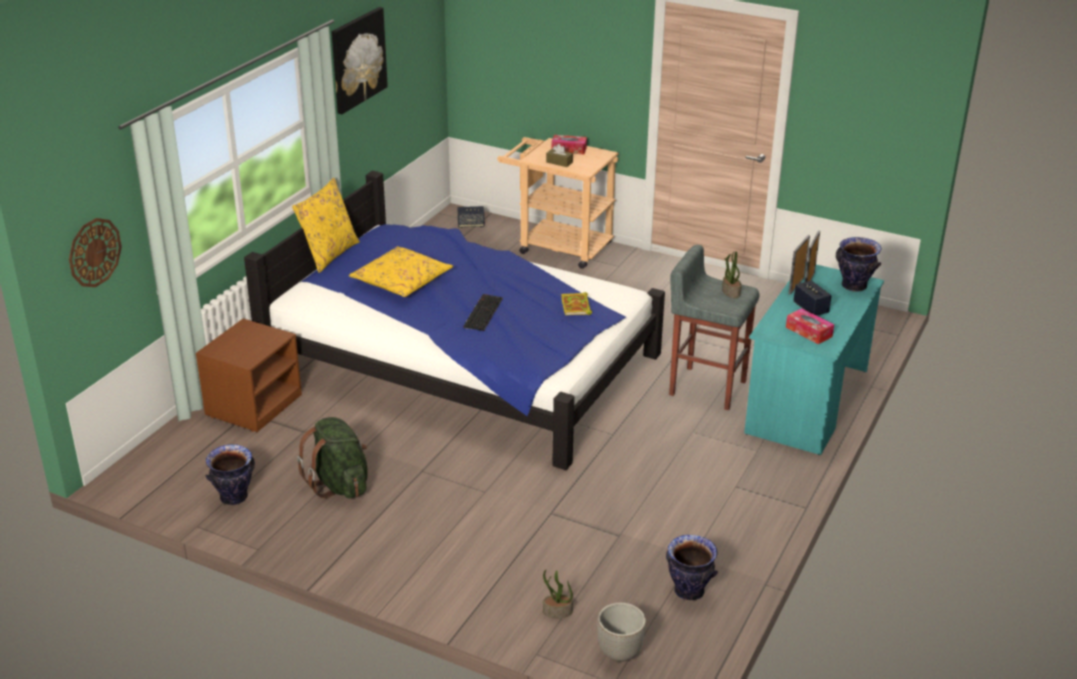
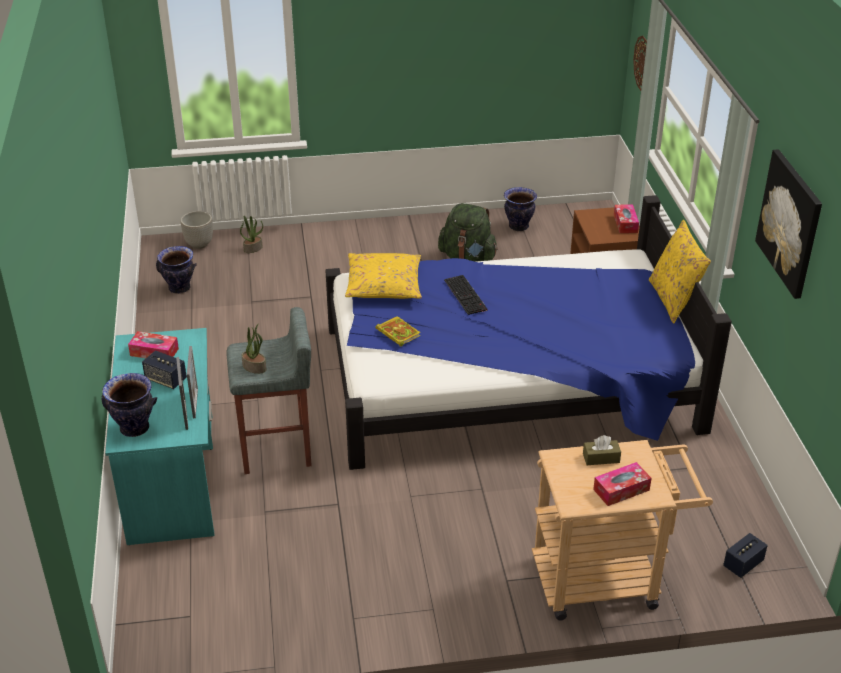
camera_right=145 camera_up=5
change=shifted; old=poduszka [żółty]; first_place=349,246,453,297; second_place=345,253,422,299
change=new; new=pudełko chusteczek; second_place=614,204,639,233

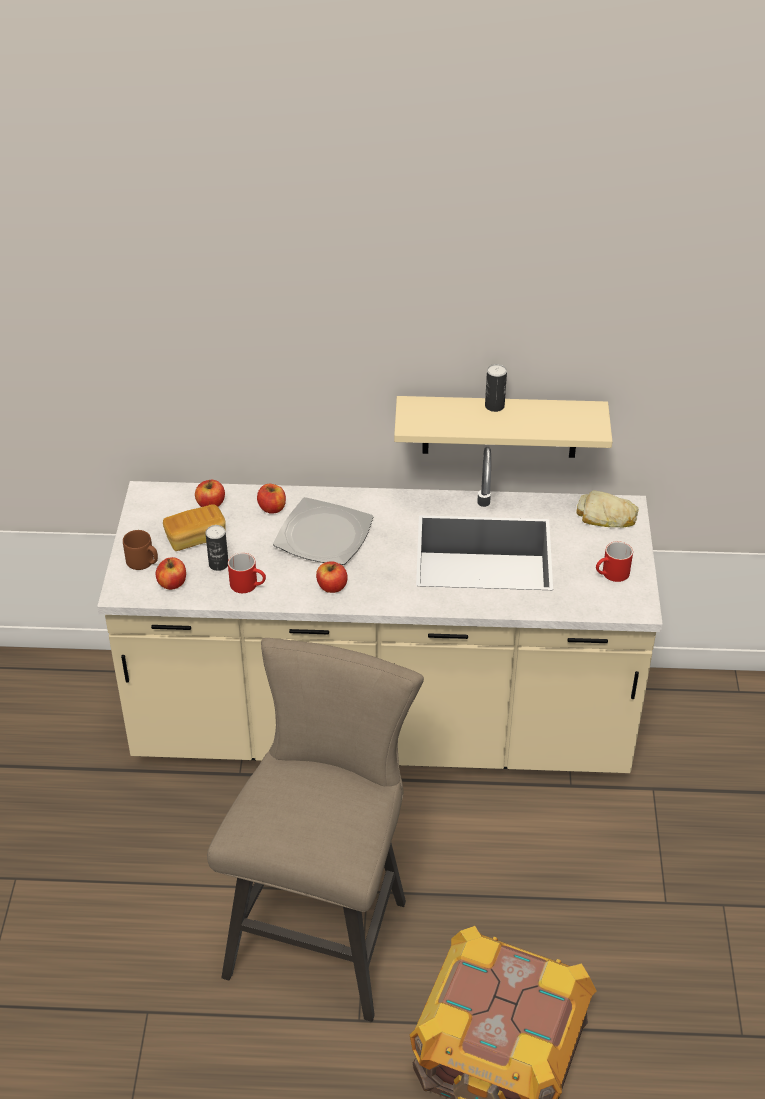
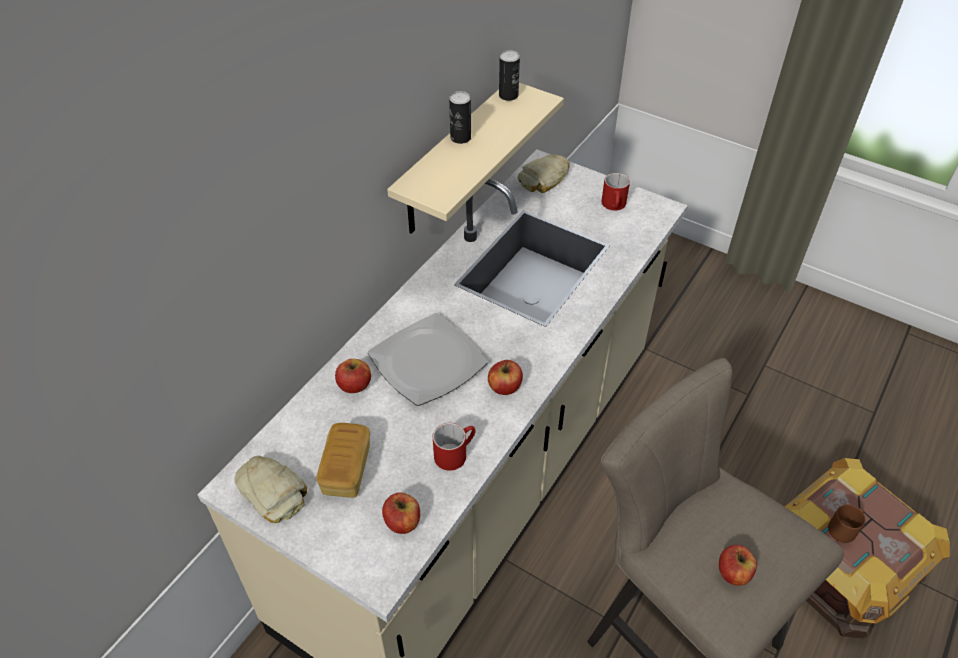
camera_right=-60 camera_up=5
change=shifted; old=kubek [brązowy]; first_place=123,530,158,570; second_place=828,504,865,543
change=shifted; old=jabłko; first_place=195,480,225,507; second_place=719,545,757,586
change=shifted; old=puszka; first_place=205,525,228,571; second_place=499,50,520,101
change=new; new=chleb; second_place=234,455,307,523

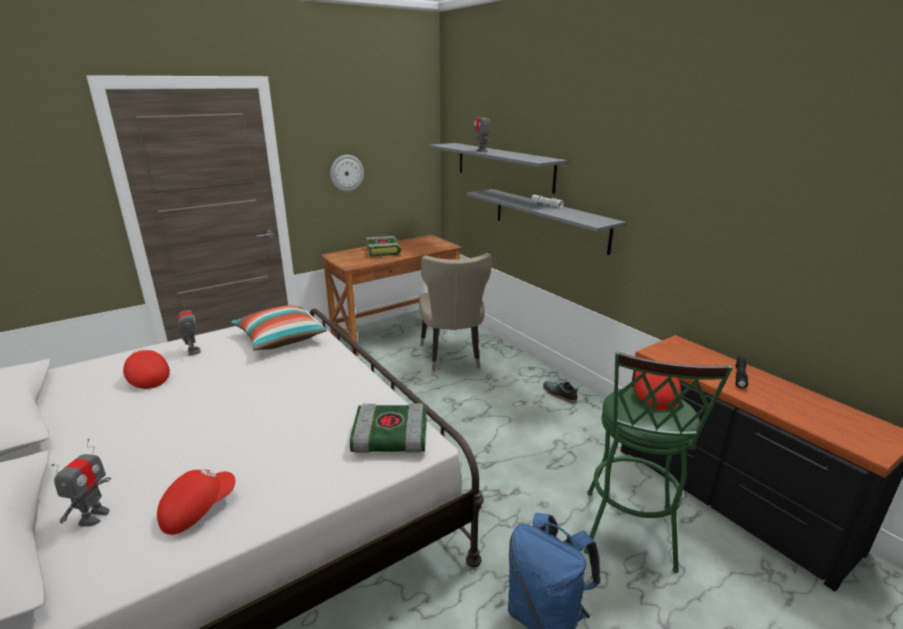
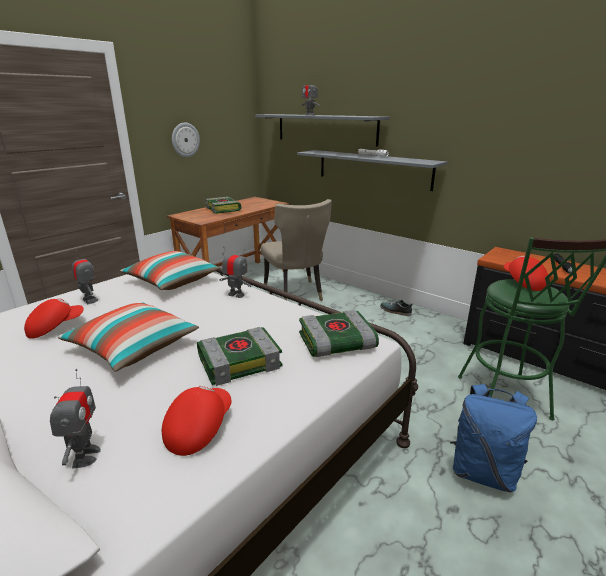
camera_right=-15 camera_up=0
change=rotated; old=czapka z daszkiem [czerwony]; first_place=123,350,170,389; second_place=24,298,84,339; degrees=105
change=new; new=poduszka; second_place=58,302,199,372
change=new; new=książka; second_place=197,327,282,386
change=new; new=robot zabawkowy; second_place=220,247,251,298

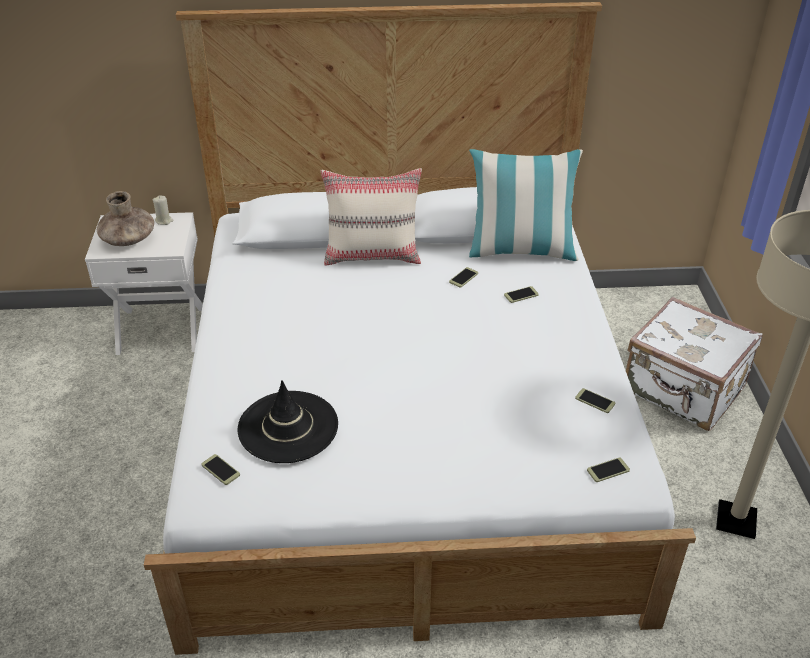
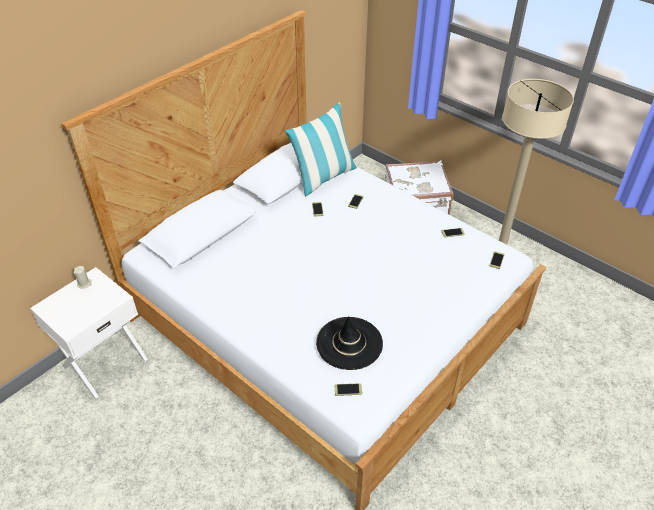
camera_right=-45 camera_up=5
change=gone; old=wazon [brązowy]; first_place=97,191,154,246
change=gone; old=poduszka [beżowy]; first_place=321,168,422,266

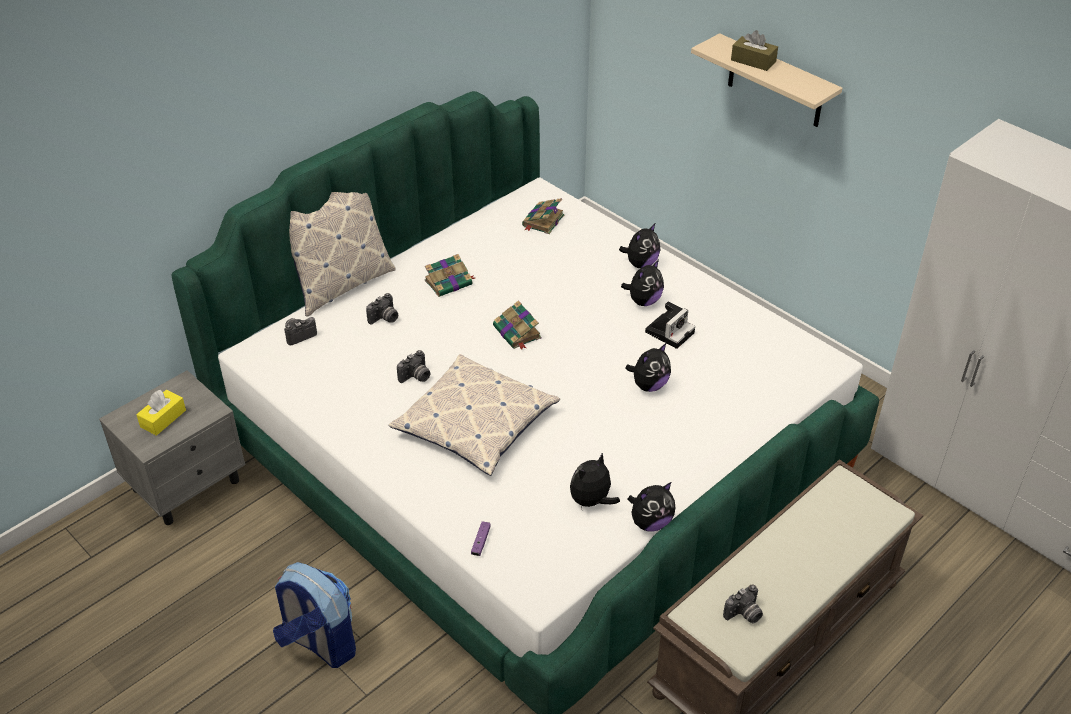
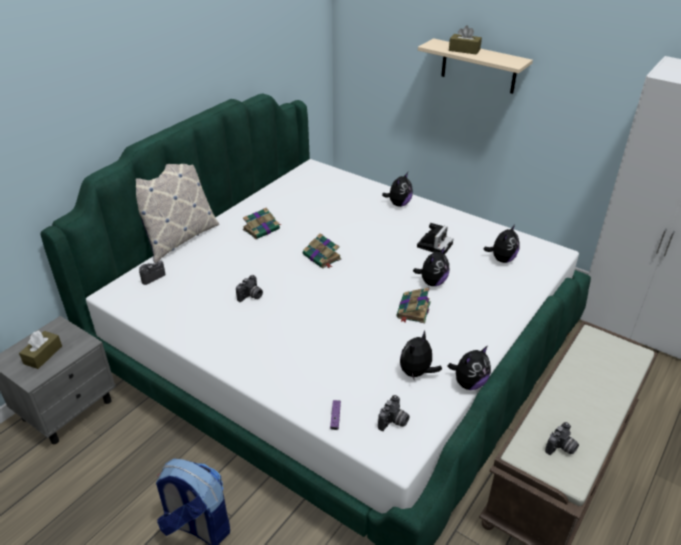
camera_right=-10 camera_up=-5
change=repainted; old=pudełko chusteczek [żółty]; new=pudełko chusteczek [brązowy]; first_place=136,390,186,436; second_place=19,330,62,369
change=shifted; old=aparat fotograficzny; first_place=366,293,398,325; second_place=378,395,410,431
change=gone; old=poduszka; first_place=389,354,560,476
change=shifted; old=książka; first_place=522,198,564,234; second_place=396,287,431,323
change=shifted; old=pluszak; first_place=621,260,664,306; second_place=483,225,520,263

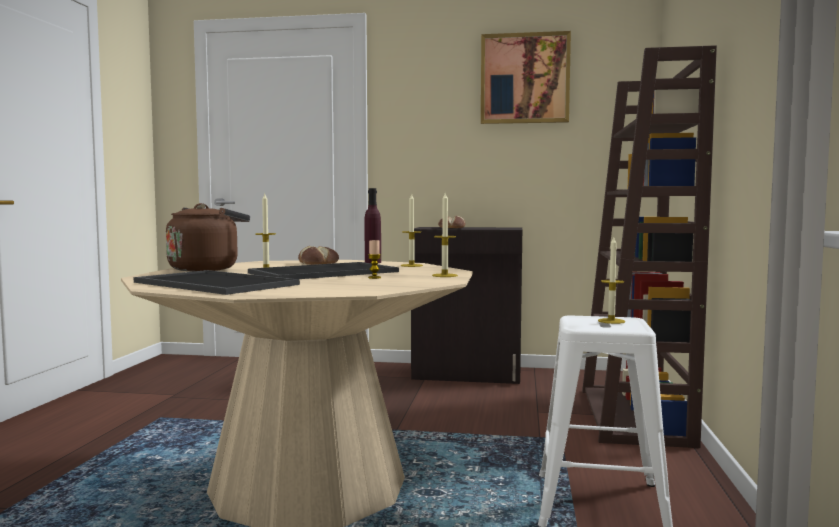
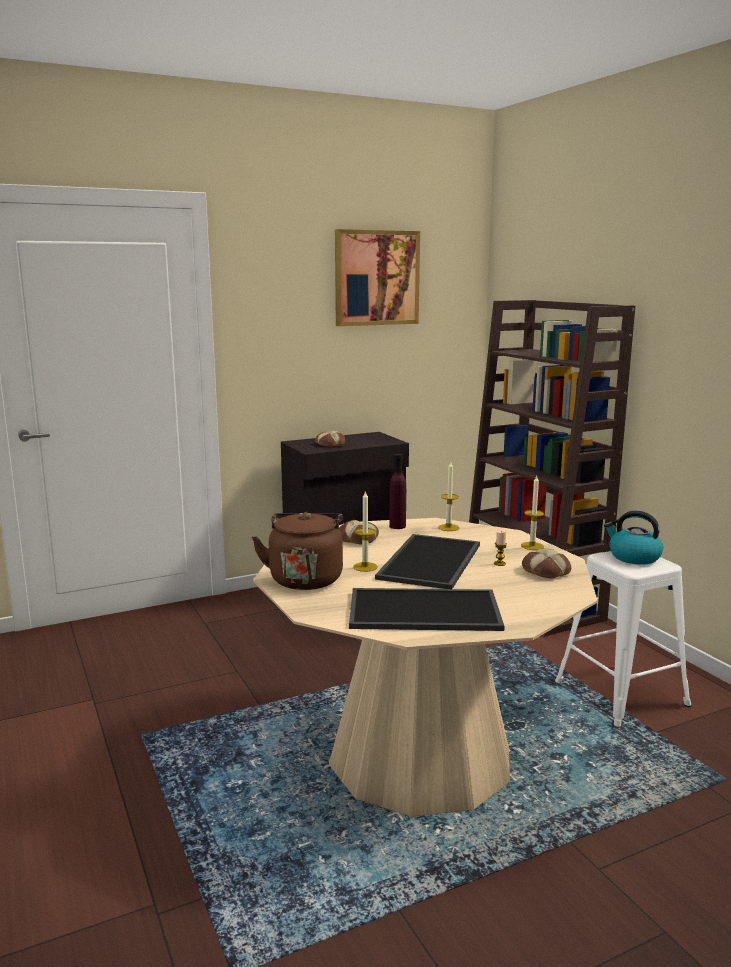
camera_right=-35 camera_up=10
change=swapped; old=świeca; new=czajnik; first_place=598,237,625,324; second_place=604,511,663,565
change=new; new=chleb; second_place=522,548,571,578

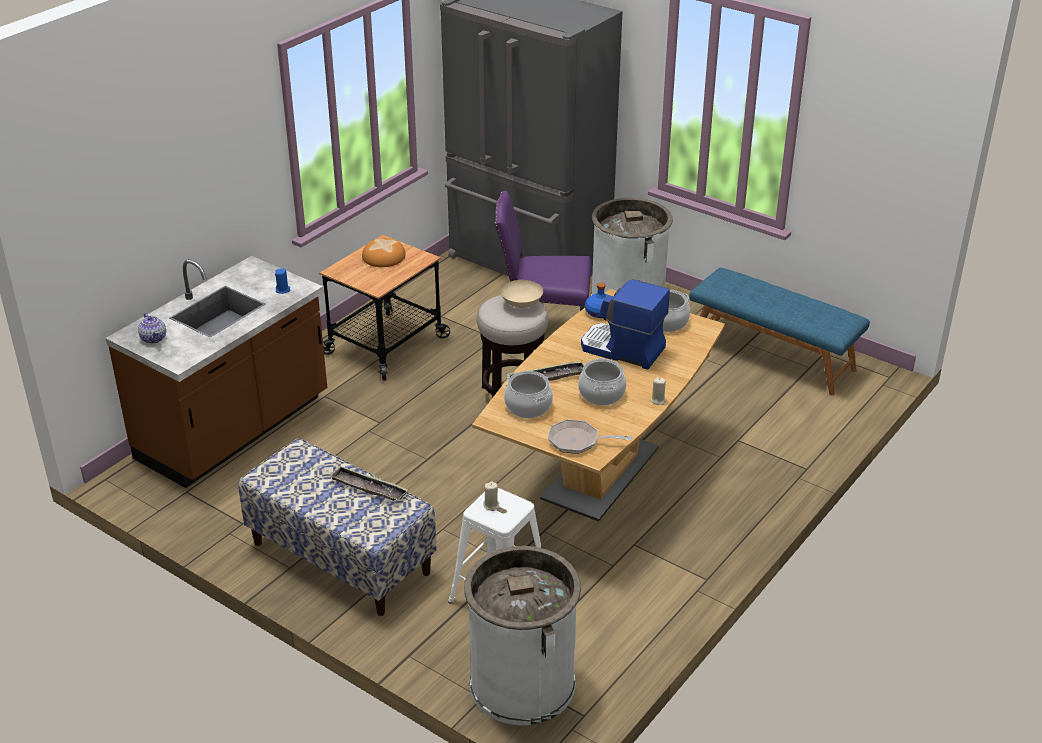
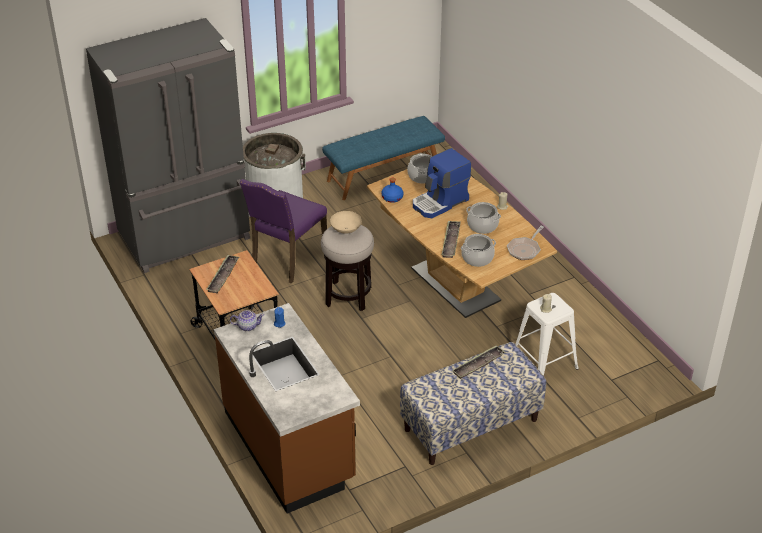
camera_right=-65 camera_up=5
change=shifted; old=imbryk; first_place=138,313,166,344; second_place=230,310,264,331
change=swapped; old=chleb; new=taca; first_place=362,238,406,267; second_place=206,255,239,293
change=gone; old=kosz na śmieci [biały]; first_place=464,546,581,725

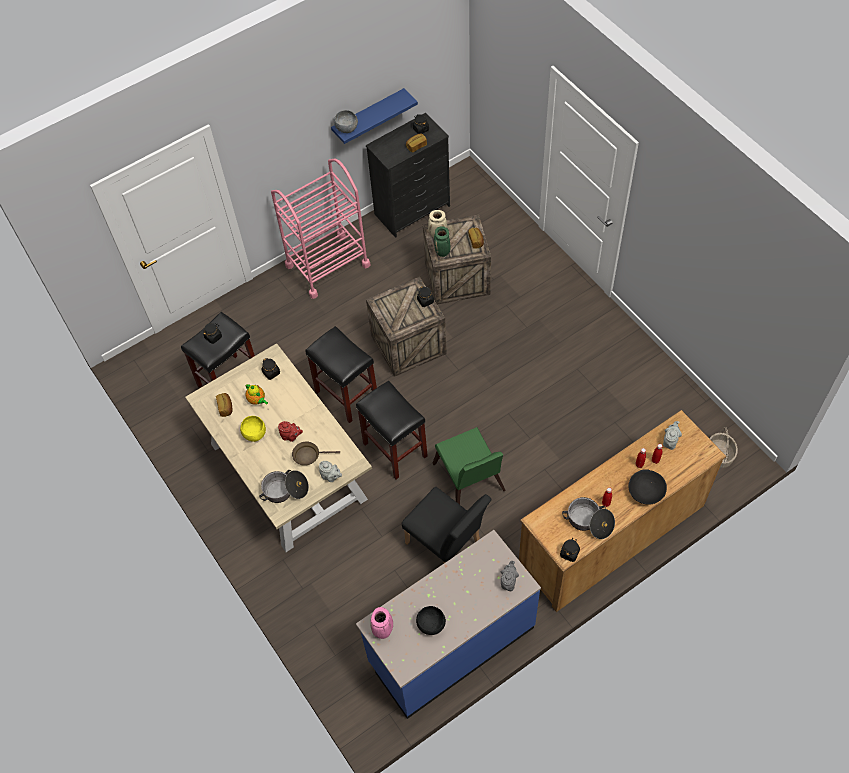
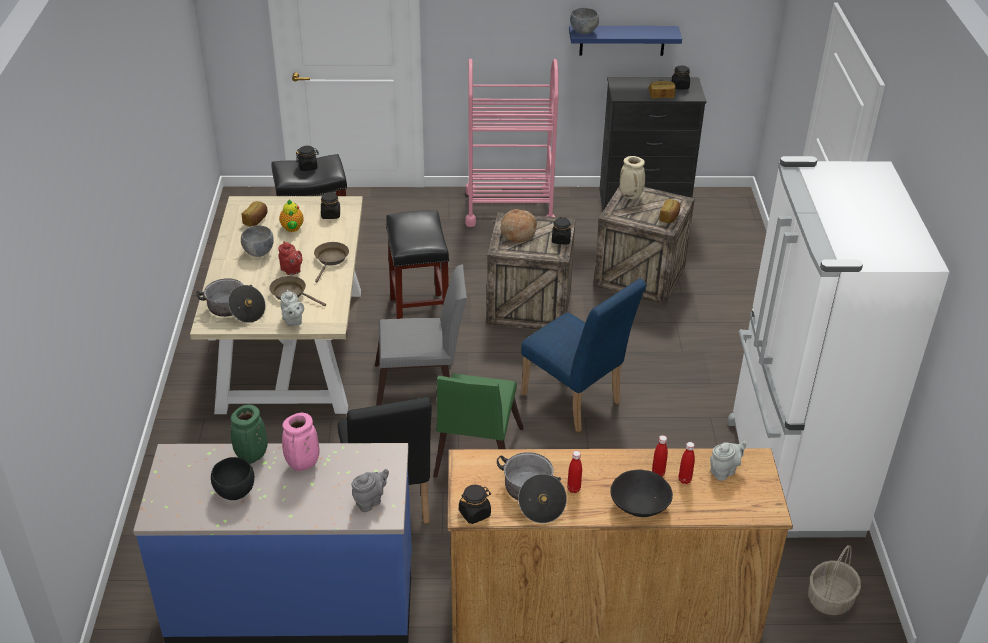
camera_right=30 camera_up=-20
change=repainted; old=miska [żółty]; new=miska [szary]; first_place=240,416,266,442; second_place=241,225,274,257
change=swapped; old=stołek [czarny]; new=krzesło [szary]; first_place=356,380,428,479; second_place=375,264,467,406
change=shifted; old=wazon [różowy]; first_place=370,607,393,639; second_place=282,413,320,471
change=shifted; old=wazon [zielony]; first_place=434,226,451,257; second_place=230,405,268,464
change=new; new=patelnia [brązowy]; second_place=314,242,349,283
change=new; new=chleb; second_place=500,209,537,242
change=new; new=krzesło [niebieski]; second_place=521,278,646,433
change=new; new=lodówka [biały]; second_place=728,156,949,538

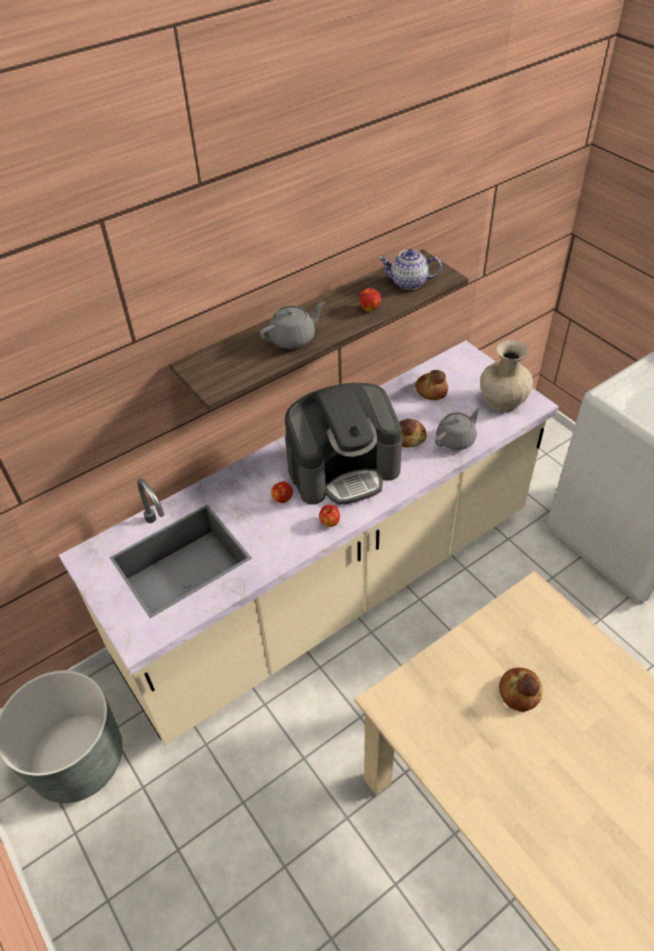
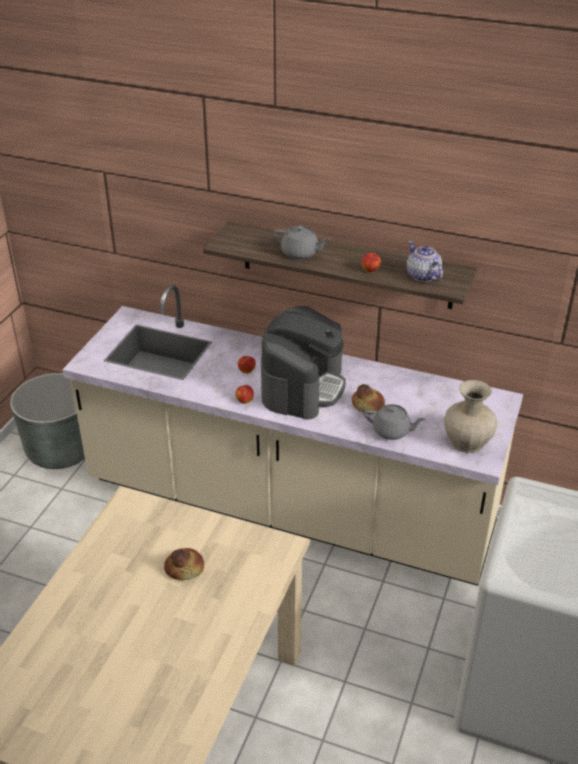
camera_right=55 camera_up=-10
change=rotated; old=ekspres do kawy; first_place=285,383,402,505; second_place=261,306,346,420; degrees=-105
change=gone; old=chleb; first_place=415,370,448,400

